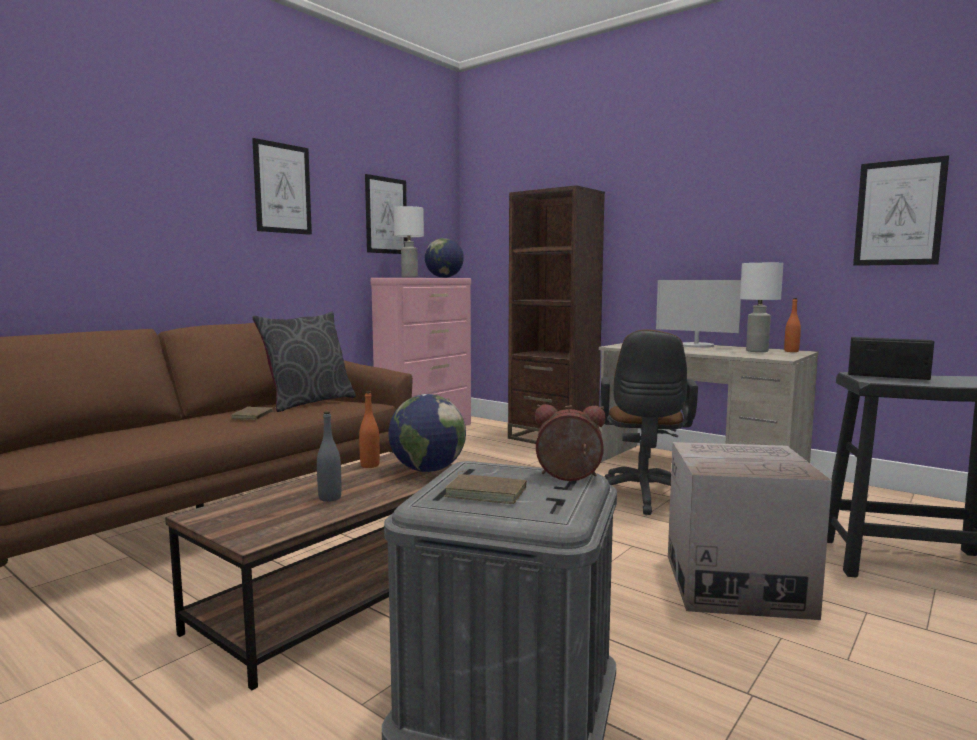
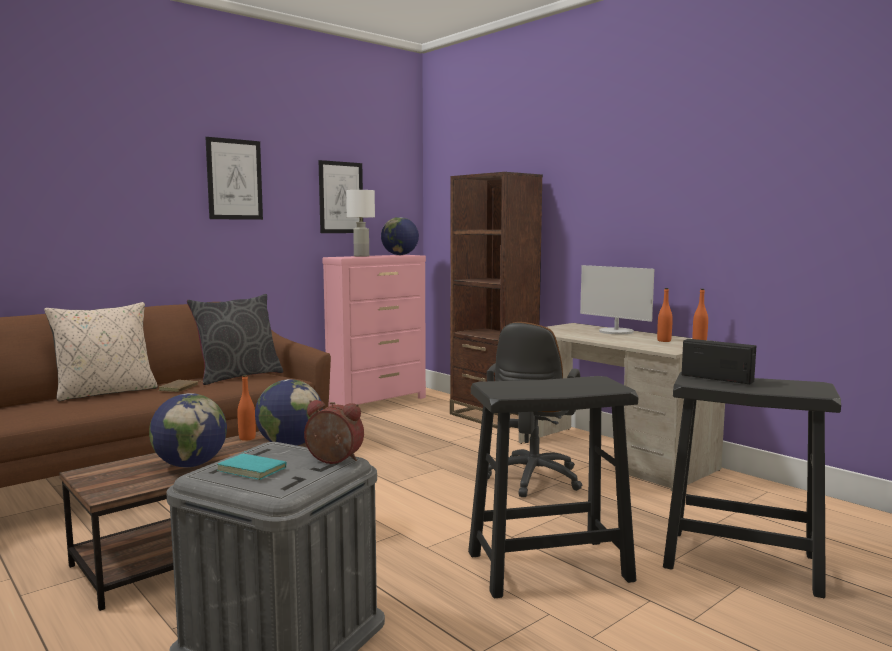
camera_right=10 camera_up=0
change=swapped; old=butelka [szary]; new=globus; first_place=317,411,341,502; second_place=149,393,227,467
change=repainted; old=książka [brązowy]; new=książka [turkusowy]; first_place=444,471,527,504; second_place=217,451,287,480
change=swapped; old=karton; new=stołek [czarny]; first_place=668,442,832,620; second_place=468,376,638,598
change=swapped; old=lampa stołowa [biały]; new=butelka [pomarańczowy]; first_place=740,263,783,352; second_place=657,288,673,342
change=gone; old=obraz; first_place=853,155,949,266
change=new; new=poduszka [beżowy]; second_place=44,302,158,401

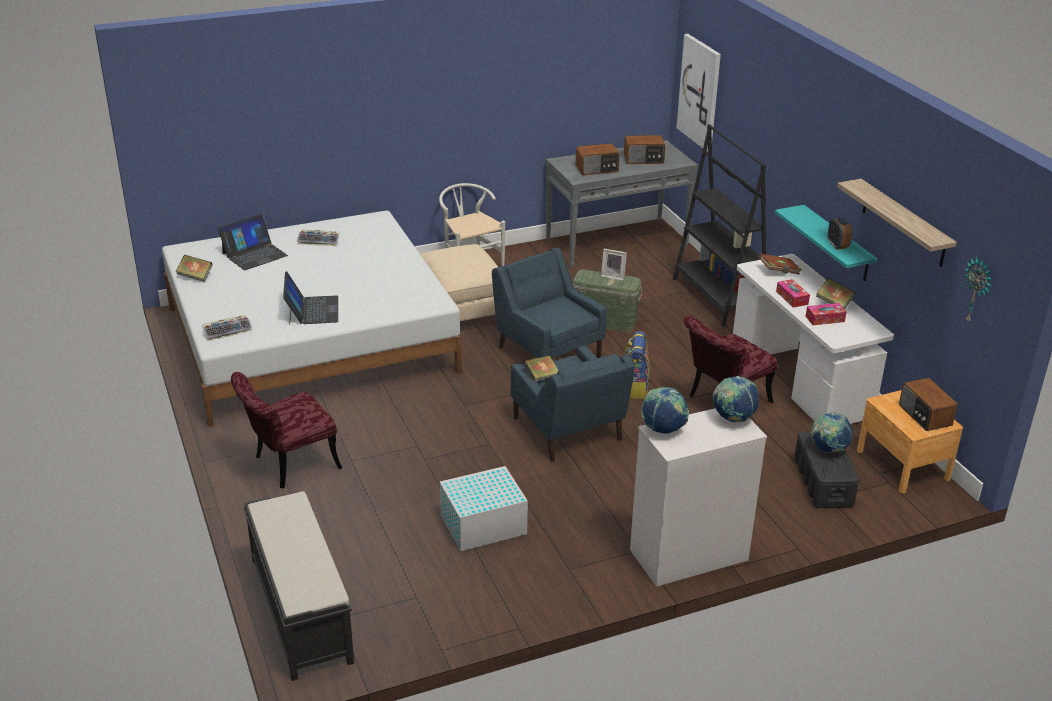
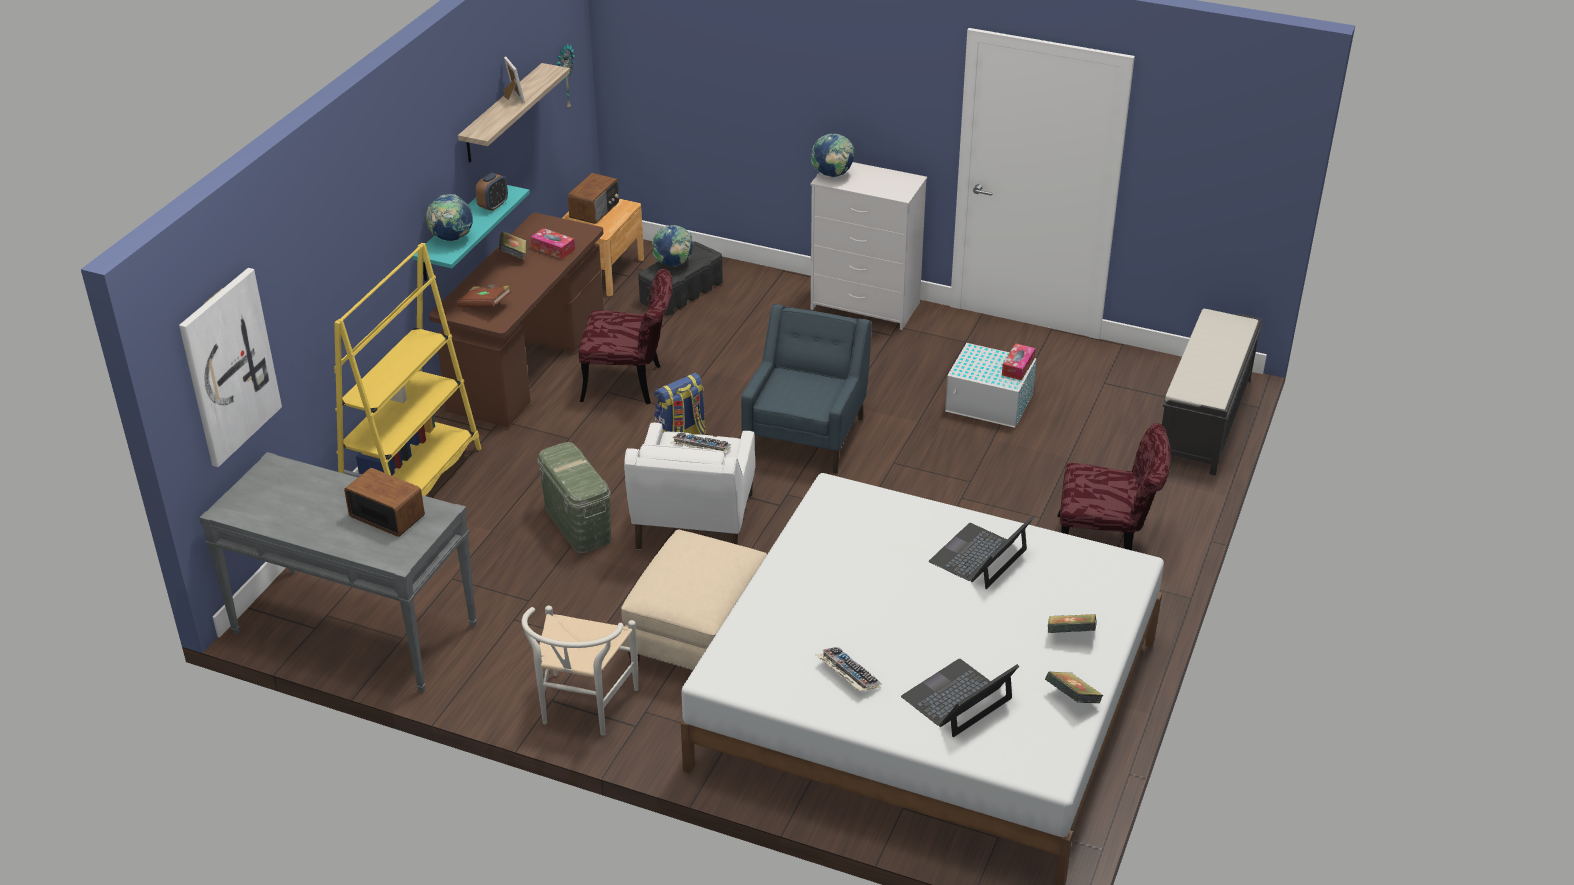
camera_right=-135 camera_up=5
change=shifted; old=klawiatura; first_place=202,315,252,341; second_place=670,433,732,452
change=rotated; old=laptop; first_place=218,214,288,270; second_place=901,659,1019,737; degrees=-45
change=repainted; old=fotel [niebieski]; new=fotel [biały]; first_place=492,247,607,358; second_place=624,423,755,550
change=shifted; old=książka; first_place=522,355,558,381; second_place=1048,614,1097,633
change=shifted; old=ramka na zdjęcie; first_place=601,249,627,281; second_place=504,56,525,103
change=gone; old=radio; first_place=624,135,665,164
change=shifted; old=globus; first_place=641,387,689,434; second_place=426,194,473,241
change=repainted; old=regał [czarny]; new=regał [żółty]; first_place=673,124,767,327; second_place=334,243,482,496
change=repainted; old=biurko [biały]; new=biurko [brązowy]; first_place=733,254,894,424; second_place=429,213,604,427
change=shifted; old=pudełko chusteczek; first_place=776,279,810,308; second_place=1002,344,1035,380

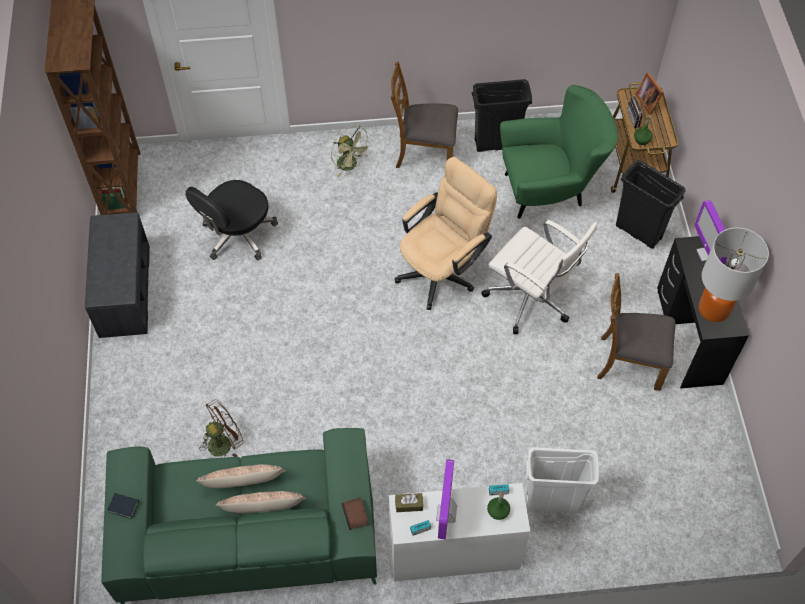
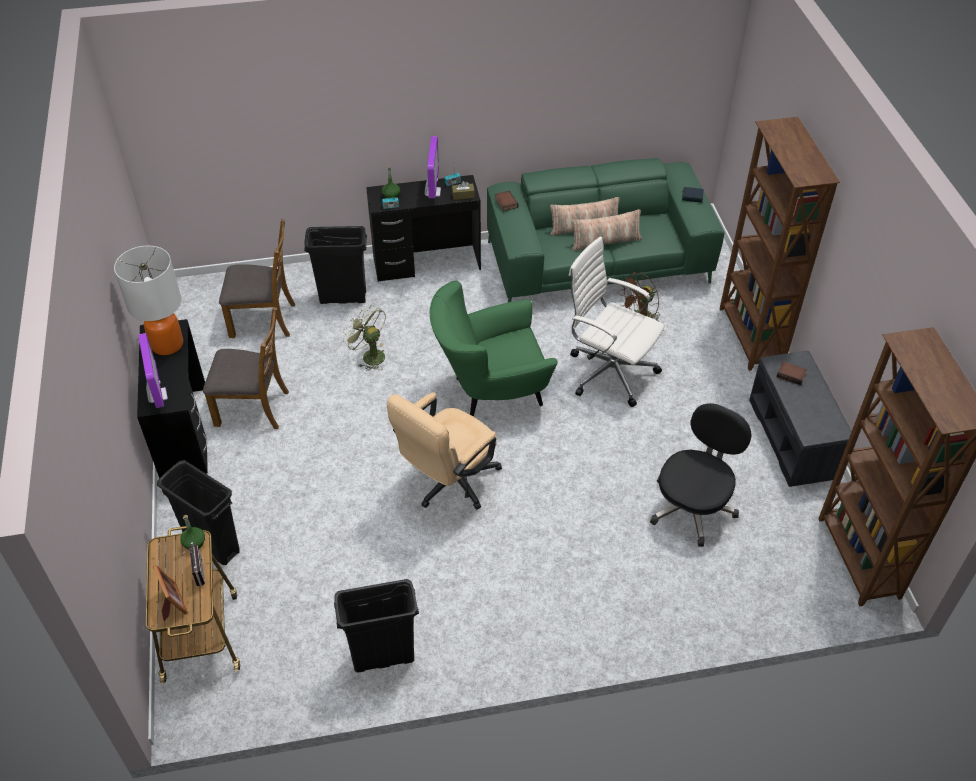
camera_right=175 camera_up=-10
change=shifted; old=wentylator [zielony]; first_place=331,126,372,177; second_place=343,305,386,371
change=repainted; old=biurko [biały]; new=biurko [czarny]; first_place=389,483,530,582; second_place=366,175,481,282
change=shifted; old=krzesło [brązowy]; first_place=391,62,458,168; second_place=219,219,295,338
change=shifted; old=krzesło biurowe [biały]; first_place=481,220,597,334; second_place=569,237,664,407
change=shifted; old=fotel [zielony]; first_place=500,85,618,219; second_place=429,280,558,417
change=repainted; old=kosz na śmieci [biały]; new=kosz na śmieci [czarny]; first_place=526,447,599,514; second_place=304,226,367,304
change=new; new=regał [brązowy]; second_place=720,117,840,371
change=new; new=książka; second_place=777,361,807,385

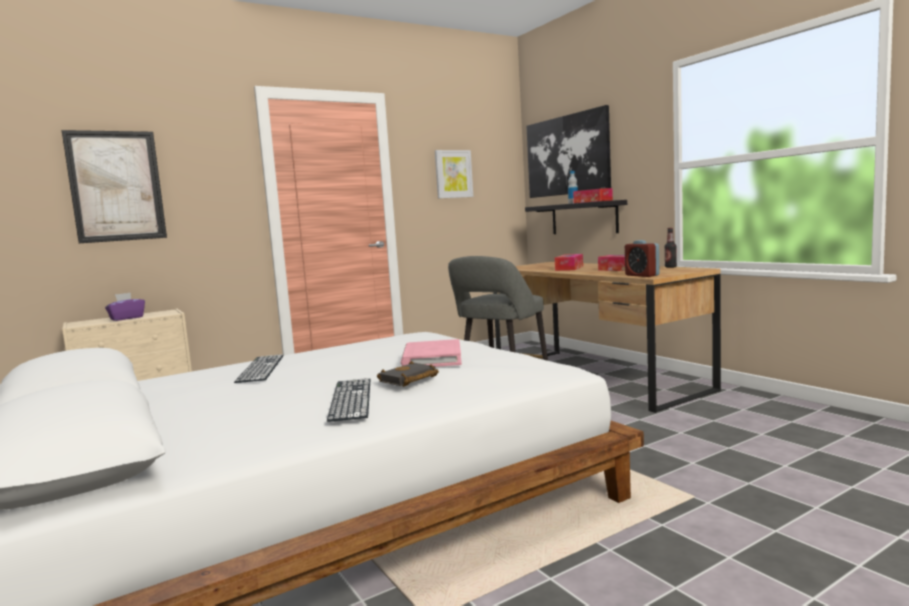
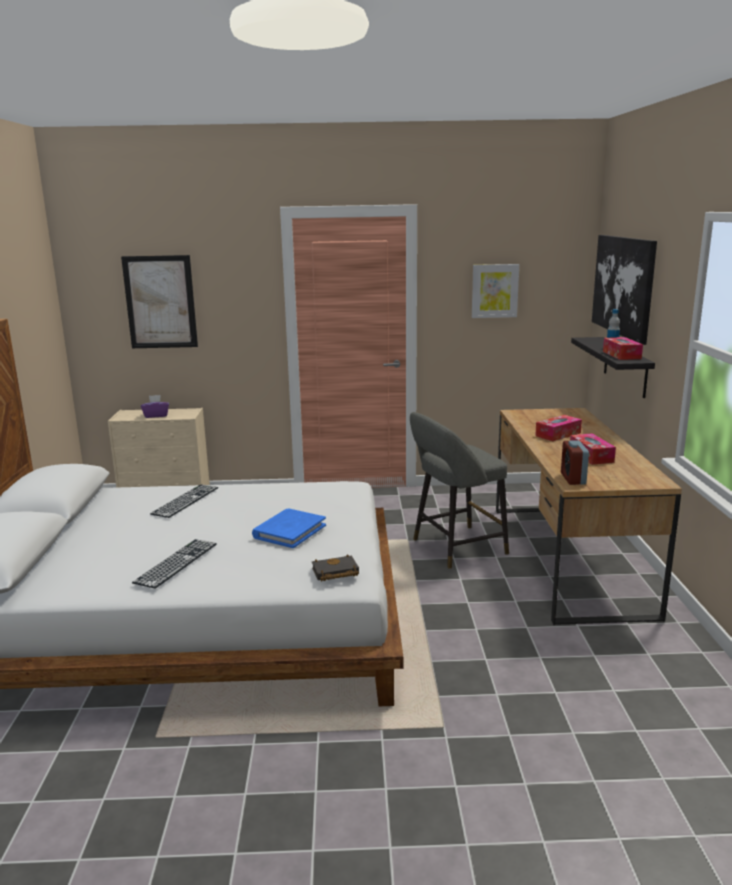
camera_right=30 camera_up=10
change=shifted; old=książka [czarny]; first_place=377,361,439,387; second_place=312,554,359,581
change=repainted; old=książka [różowy]; new=książka [niebieski]; first_place=401,339,462,367; second_place=252,509,326,548
change=gone; old=butelka; first_place=664,228,677,268

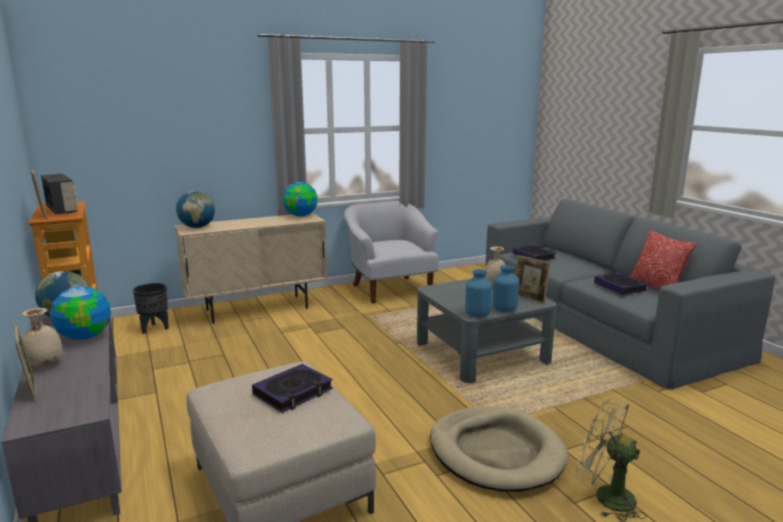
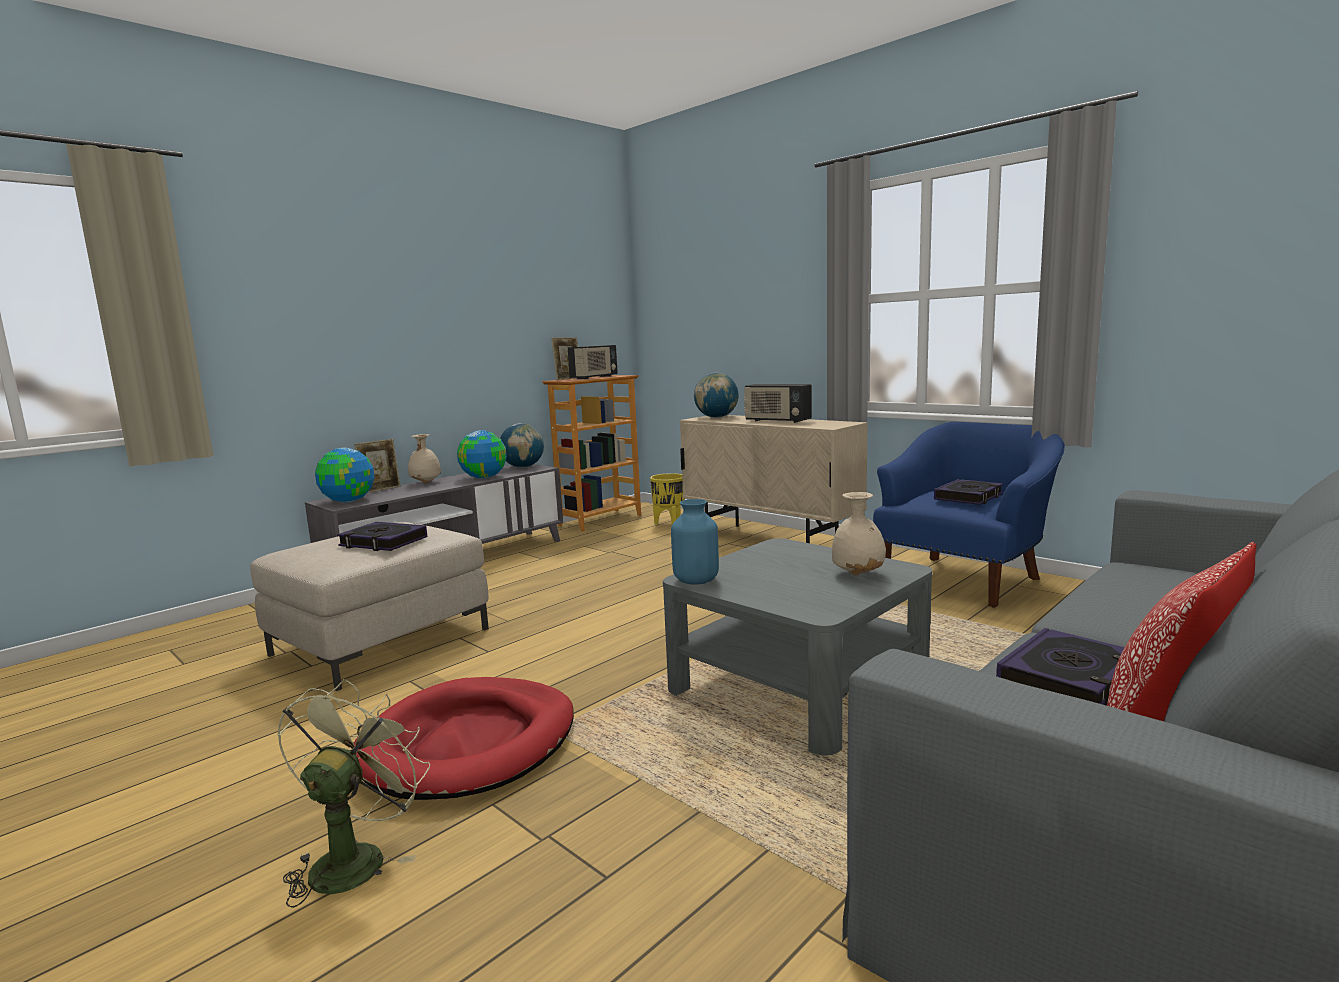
camera_right=70 camera_up=-5
change=repainted; old=donica [czarny]; new=donica [żółty]; first_place=133,283,169,334; second_place=650,473,685,525
change=shifted; old=globus; first_place=283,182,318,217; second_place=315,448,375,503
change=repainted; old=fotel [biały]; new=fotel [niebieski]; first_place=344,201,439,304; second_place=873,421,1065,607
change=repainted; old=legowisko [beżowy]; new=legowisko [czerwony]; first_place=430,406,568,492; second_place=352,677,574,800
change=gone; old=wazon [niebieski]; first_place=493,265,519,312
change=shifted; old=książka; first_place=513,245,556,261; second_place=934,479,1003,505
change=gone; old=ramka na zdjęcie; first_place=515,255,551,304
change=new; new=radio; second_place=744,384,812,423

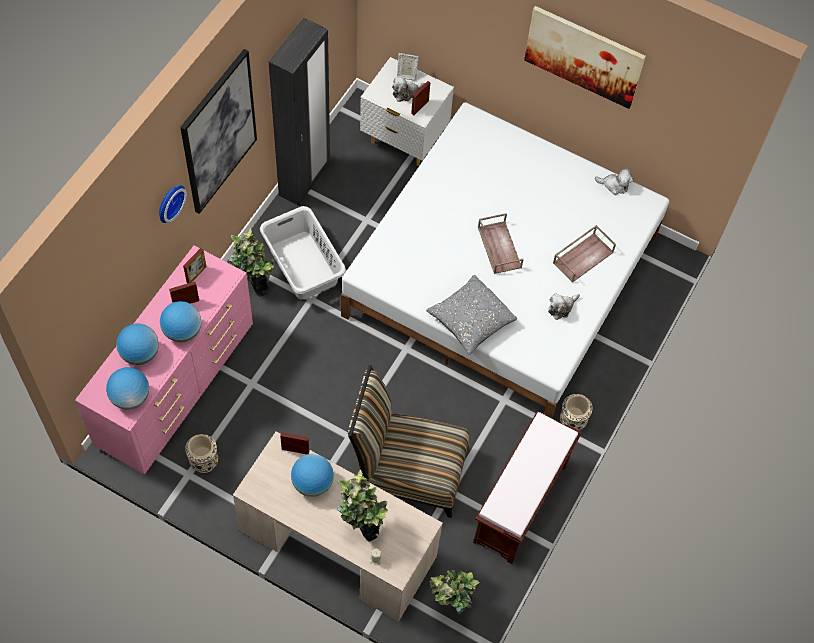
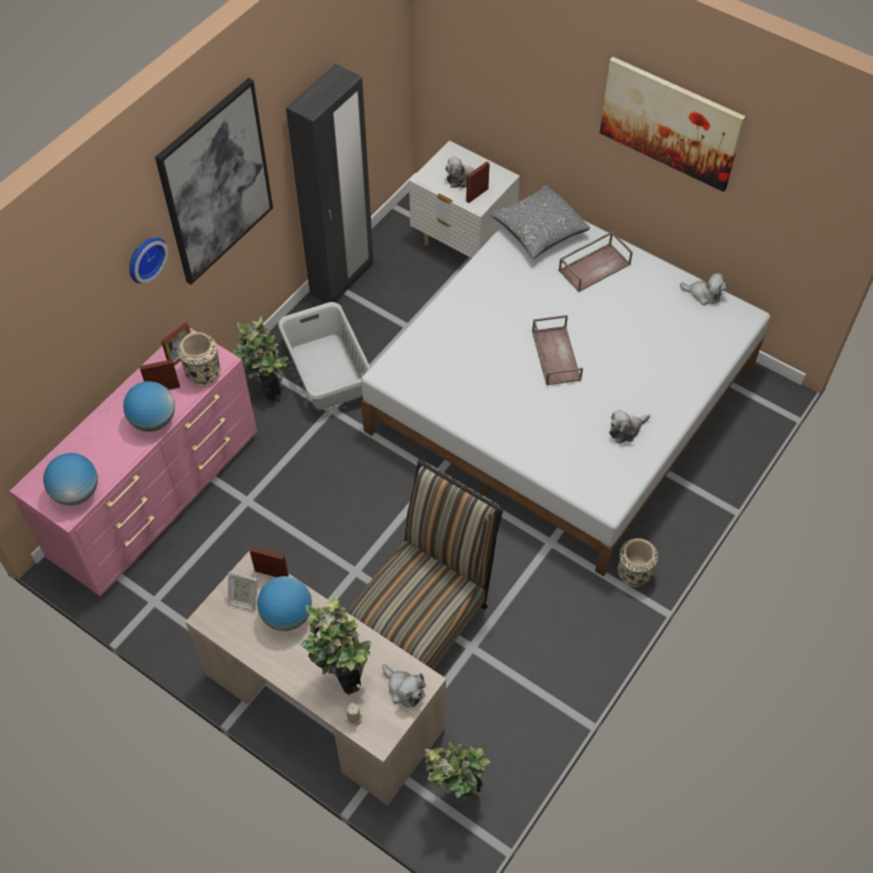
camera_right=10 camera_up=-5
change=gone; old=globus; first_place=116,323,159,365
change=shifted; old=wazon [beżowy]; first_place=185,434,218,473; second_place=178,332,221,387
change=rotated; old=krzesło; first_place=348,365,470,518; second_place=347,460,503,670; degrees=105
change=shifted; old=ramka na zdjęcie; first_place=397,53,419,81; second_place=228,571,258,611
change=shifted; old=poduszka [szary]; first_place=426,275,517,355; second_place=490,185,590,259
change=gone; old=ławka [brązowy]; first_place=473,411,582,564
change=shifted; old=taca [brązowy]; first_place=553,225,616,283; second_place=558,231,633,292
change=new; new=pluszak; second_place=382,664,426,707

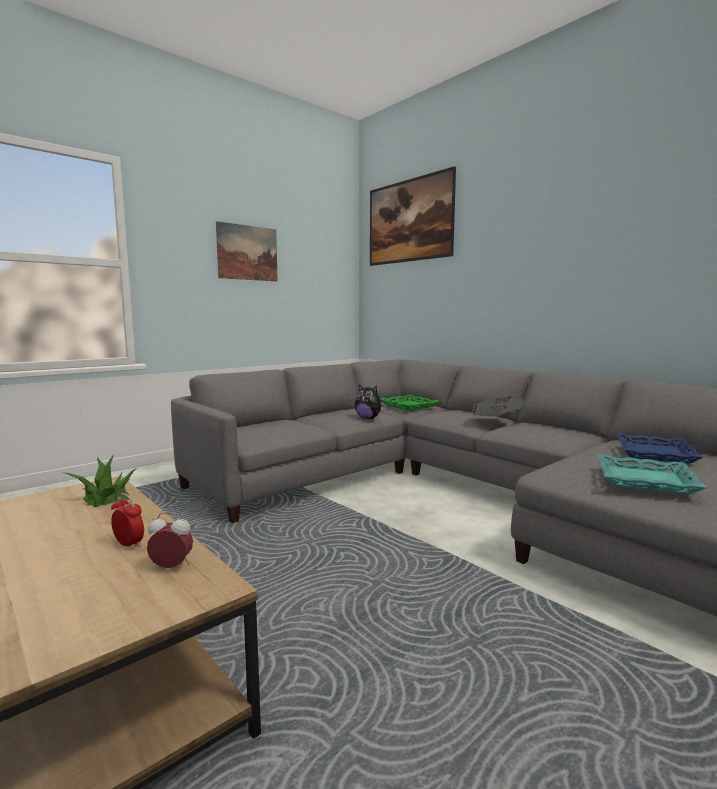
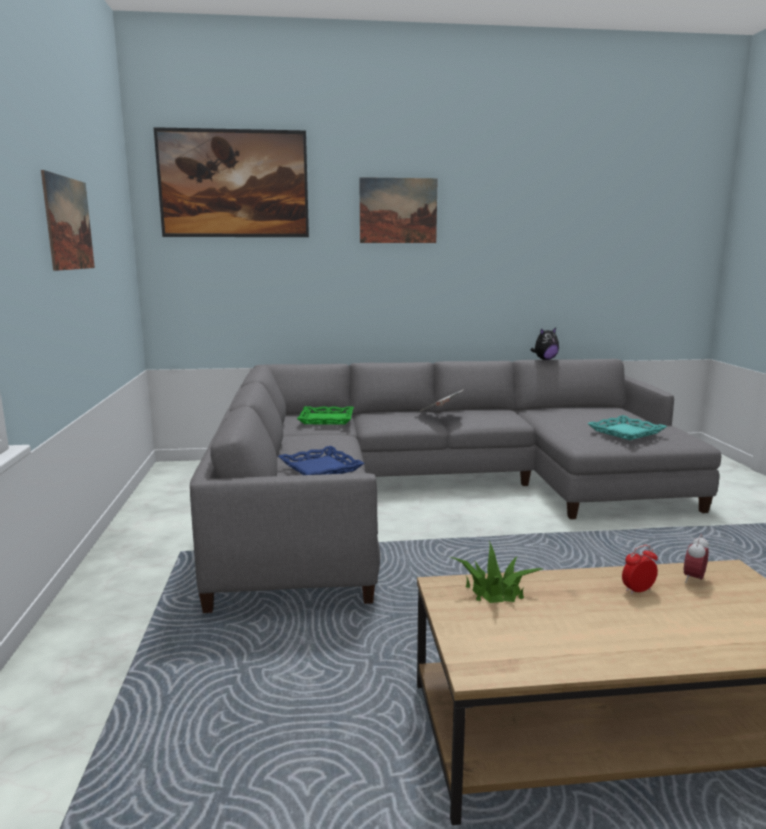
camera_right=-55 camera_up=5
change=shifted; old=pluszak; first_place=355,385,386,419; second_place=531,328,559,360
change=shifted; old=taca [niebieski]; first_place=616,433,703,464; second_place=278,446,364,475
change=new; new=obraz; second_place=359,177,438,243

